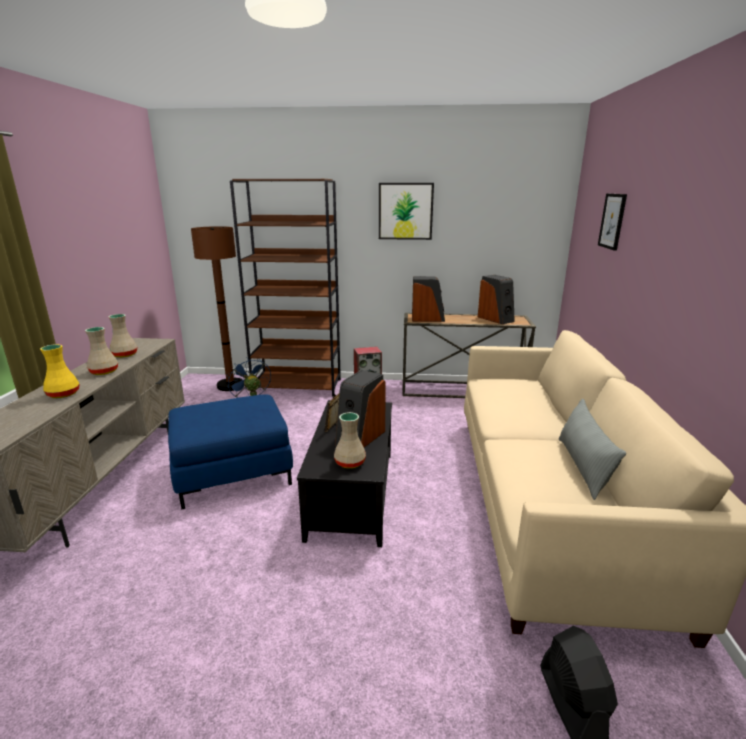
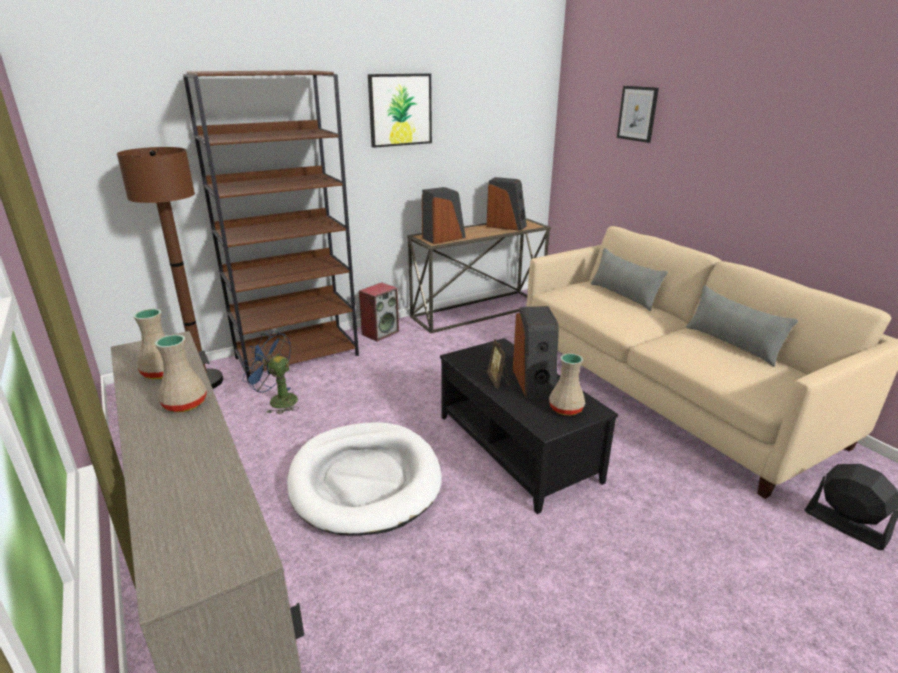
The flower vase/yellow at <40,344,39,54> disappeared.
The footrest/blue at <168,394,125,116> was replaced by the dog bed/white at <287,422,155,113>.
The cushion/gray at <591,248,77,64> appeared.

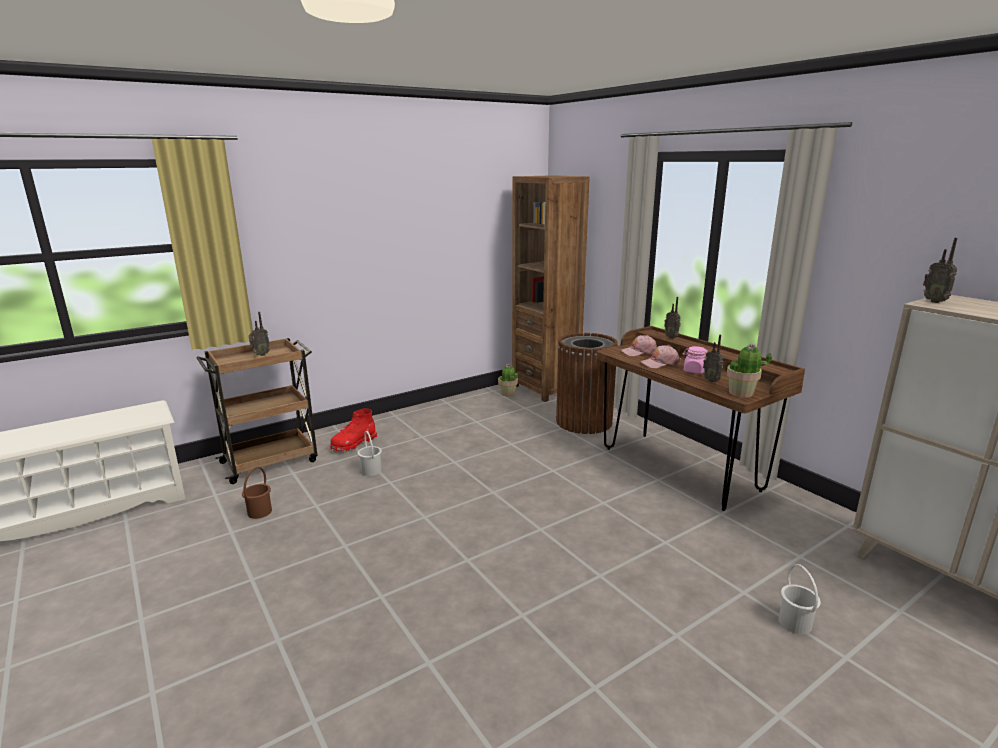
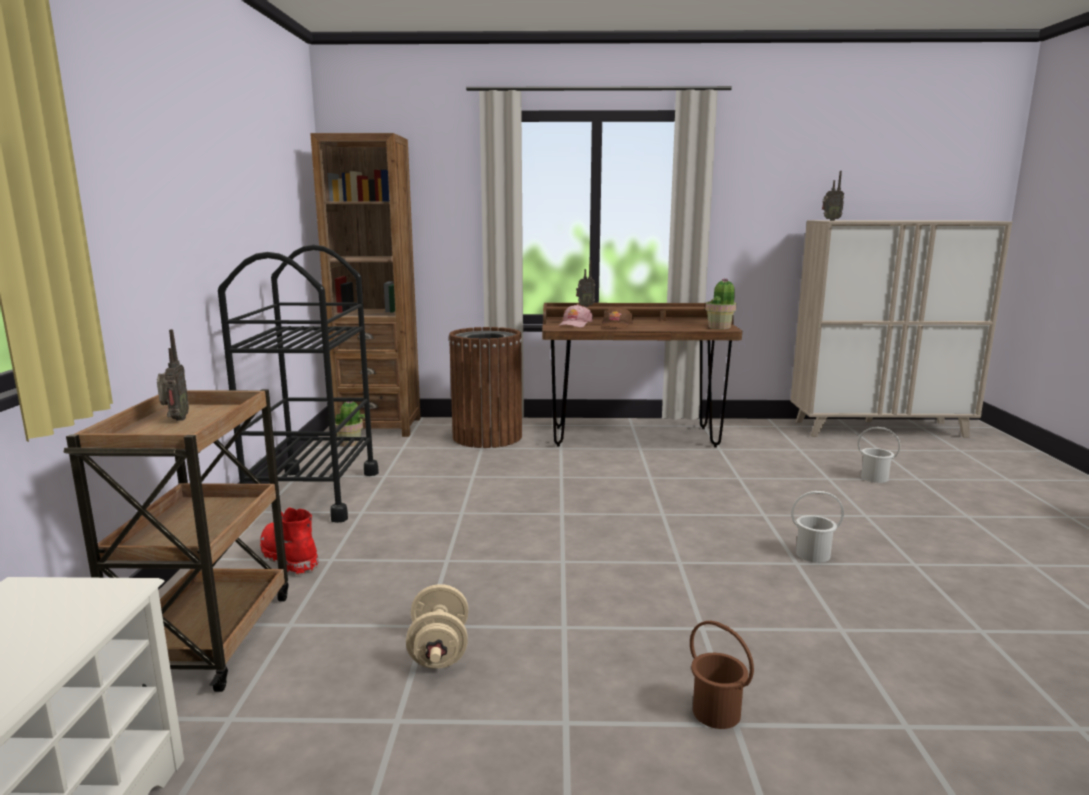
The radio receiver at <703,334,20,48> disappeared.
The cap/pink at <640,345,41,23> became the cap/brown at <600,306,33,23>.
The jar/pink at <683,346,25,28> disappeared.
The boot/red at <330,408,47,44> turned 150 degrees clockwise.
The water bucket/white moved from <357,431,25,45> to <791,491,53,72>.
The water bucket/brown moved from <242,467,30,52> to <690,621,64,108>.
The cart/black-coloured at <218,245,161,278> appeared.
The dumbbell/beige-coloured at <406,584,62,85> appeared.

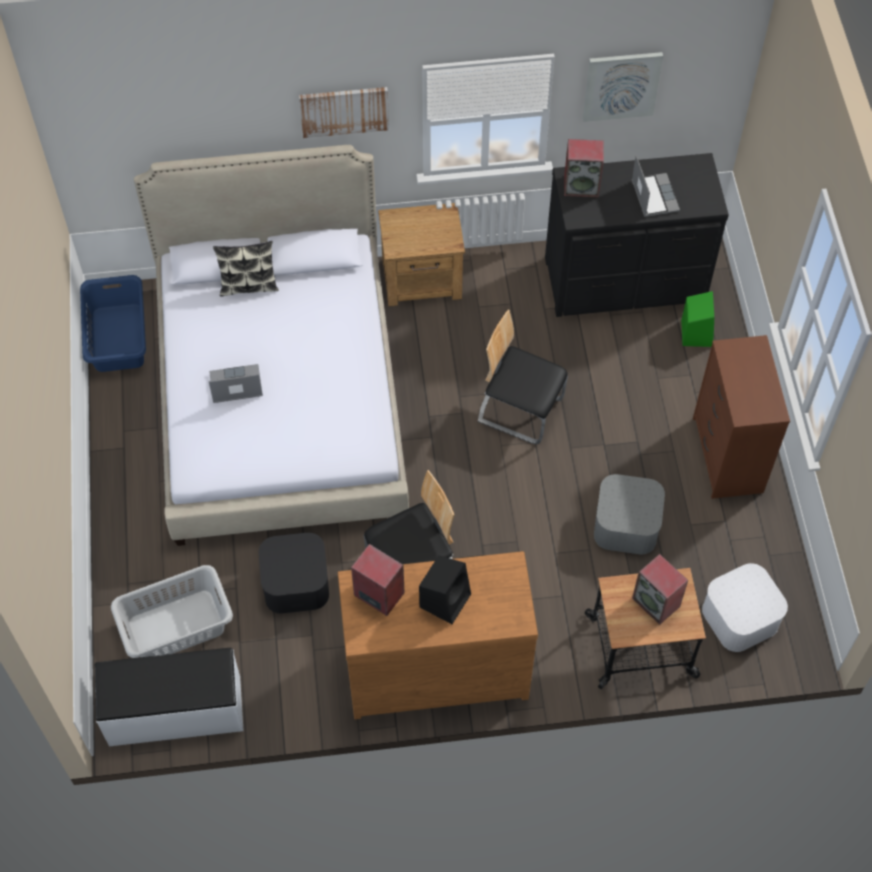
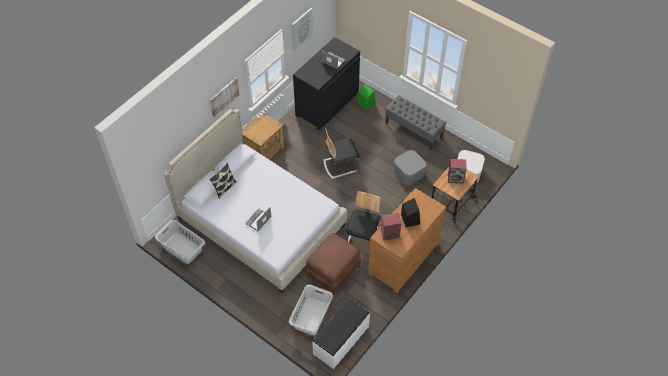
The loudspeaker at <564,139,40,59> disappeared.
The hamper/blue at <80,275,66,97> became the hamper/gray at <155,220,50,44>.
The chest of drawers/brown at <693,335,97,164> was replaced by the indoor bench/gray at <385,95,61,56>.
The storage container/black-coloured at <259,533,70,80> was replaced by the footrest/brown at <306,233,55,63>.

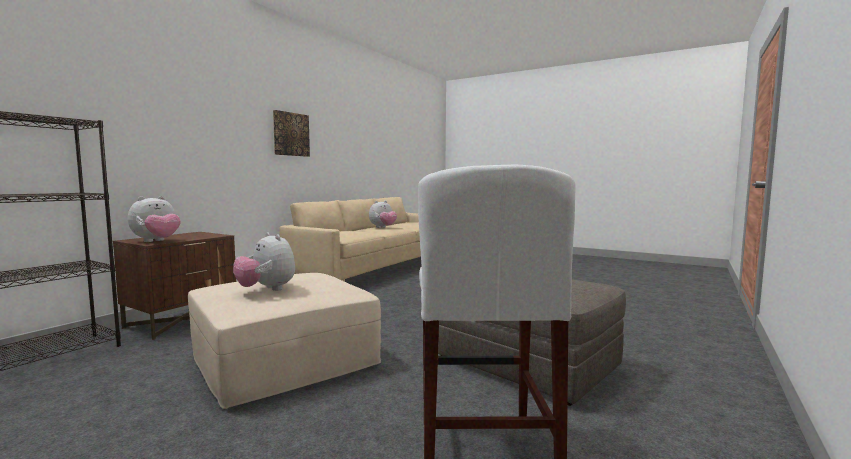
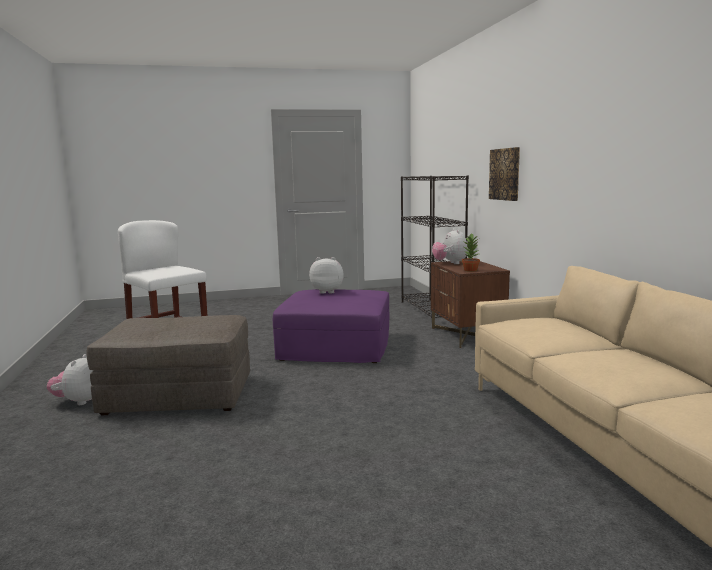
The wall picture moved from <273,110,37,47> to <489,147,31,54>.
The cuddly toy moved from <369,200,28,28> to <47,354,47,51>.
The footrest/beige-coloured at <188,273,193,136> became the footrest/purple at <273,289,116,74>.
The potted plant at <462,234,18,38> appeared.

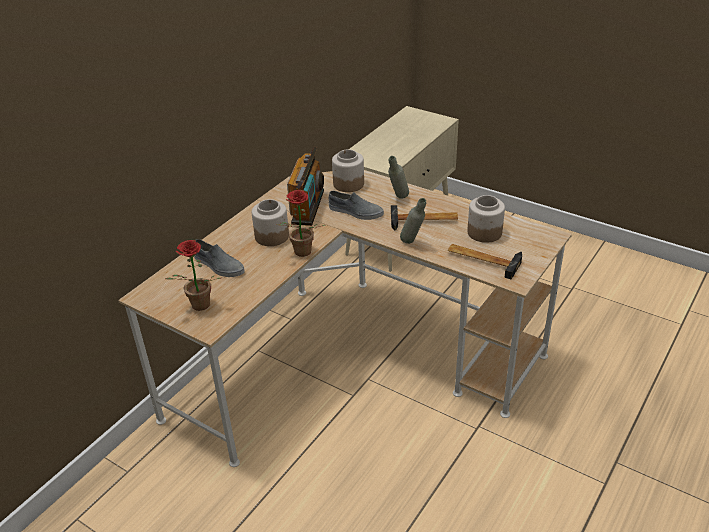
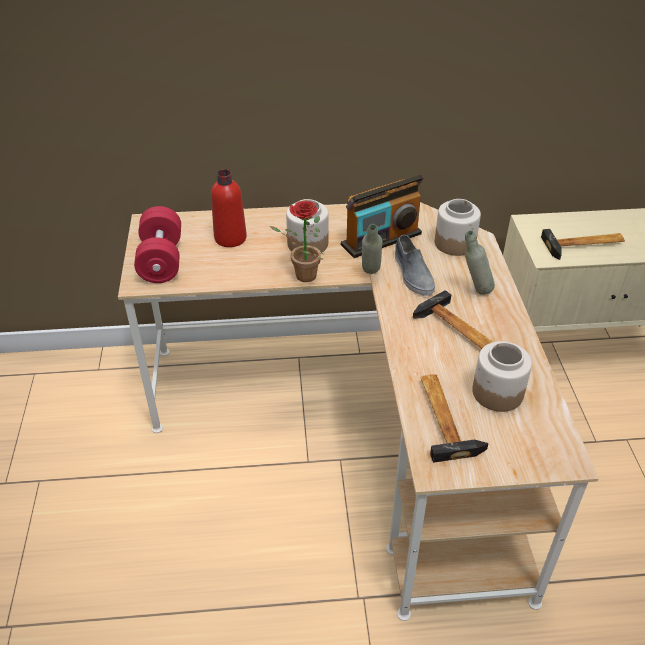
The drink bottle/gray moved from <400,198,26,46> to <362,224,20,50>.
The item of footwear/gray at <194,239,51,38> was replaced by the drink bottle/red at <211,169,36,78>.
The potted plant at <165,240,56,71> was replaced by the dumbbell/red at <134,206,47,77>.
The tool hammer at <541,229,84,31> appeared.

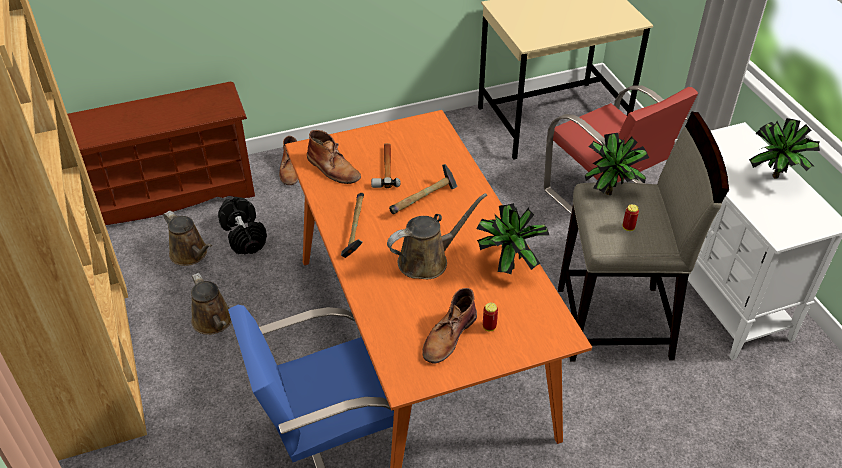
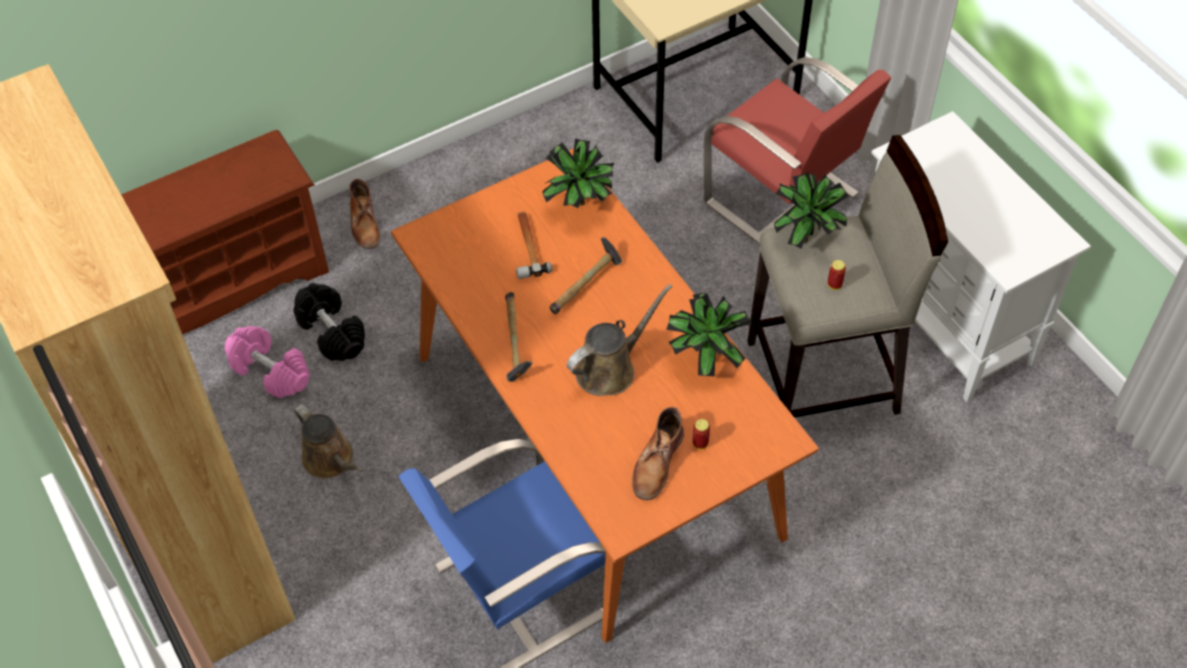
The potted plant moved from <749,118,71,61> to <542,138,72,70>.
The boot/brown at <307,130,54,54> disappeared.
The watering pot/brown at <163,211,49,55> was replaced by the dumbbell/pink at <225,326,84,72>.

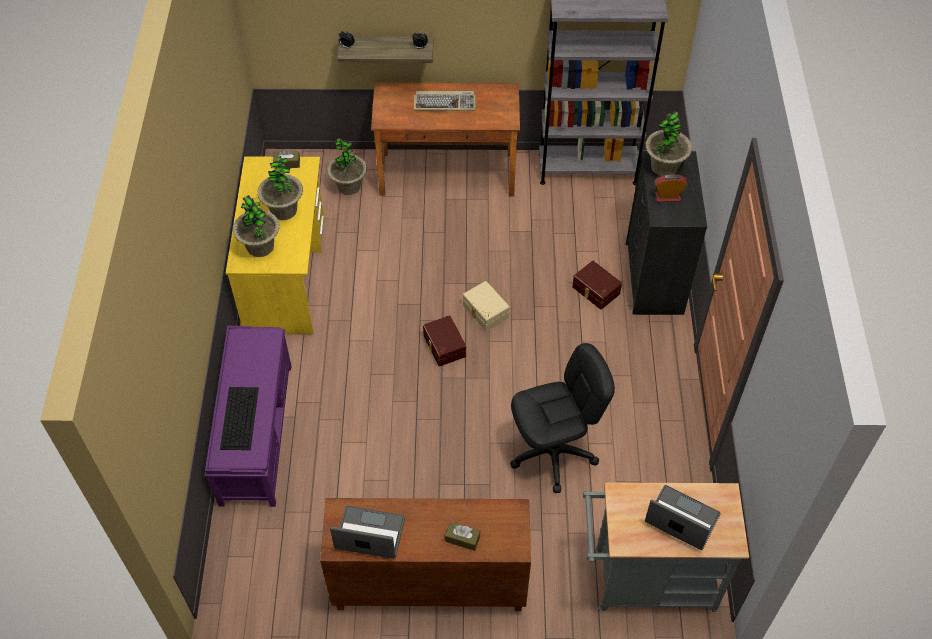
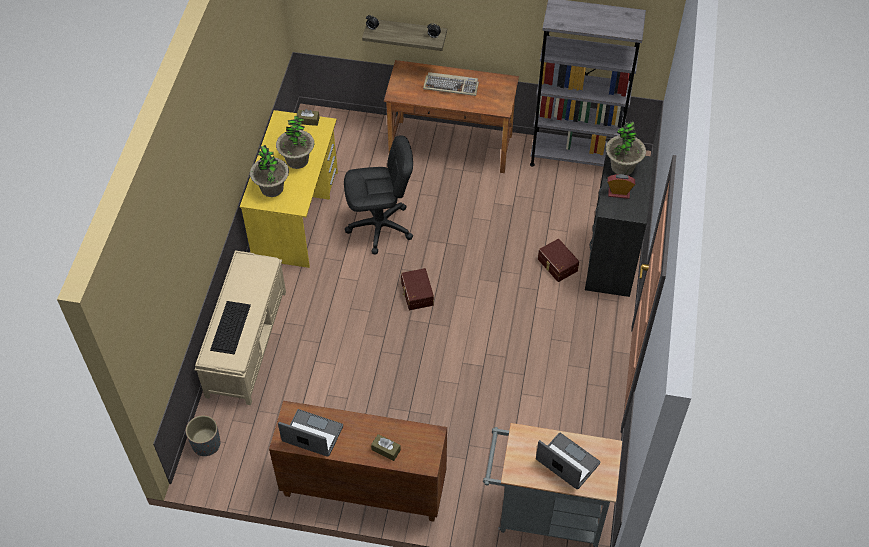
The potted plant at <327,138,40,57> disappeared.
The storage container/beige-coloured at <463,281,47,50> disappeared.
The indoor bench/purple at <205,326,86,181> became the indoor bench/beige-coloured at <195,250,91,155>.
The desk chair/black-coloured moved from <510,343,105,150> to <344,135,69,120>.
The plant pot/gray at <186,415,34,41> appeared.

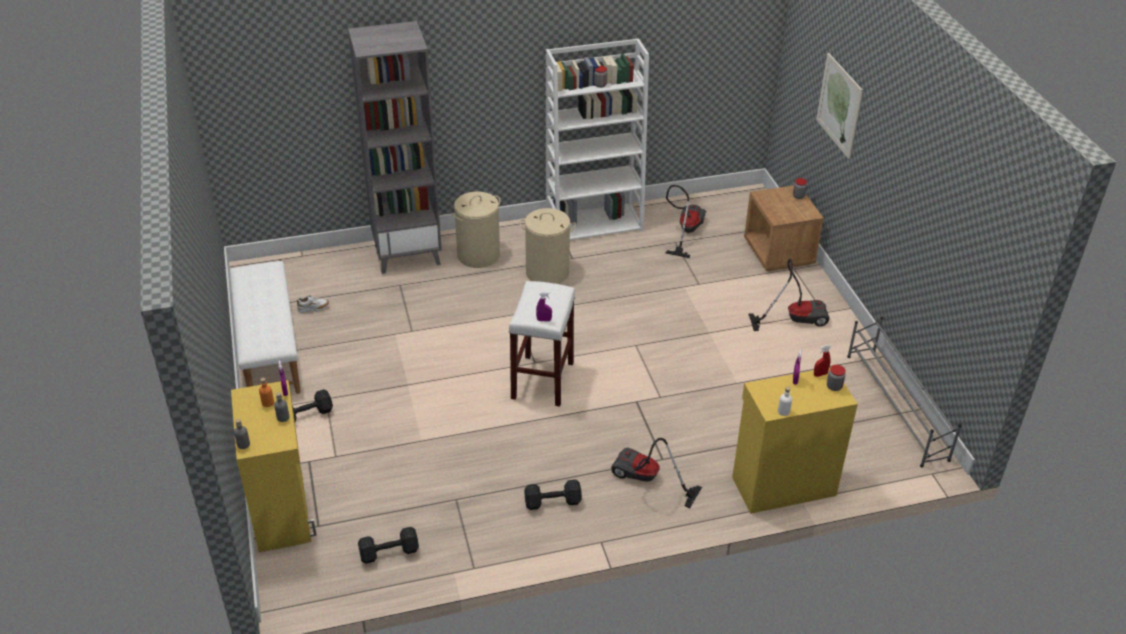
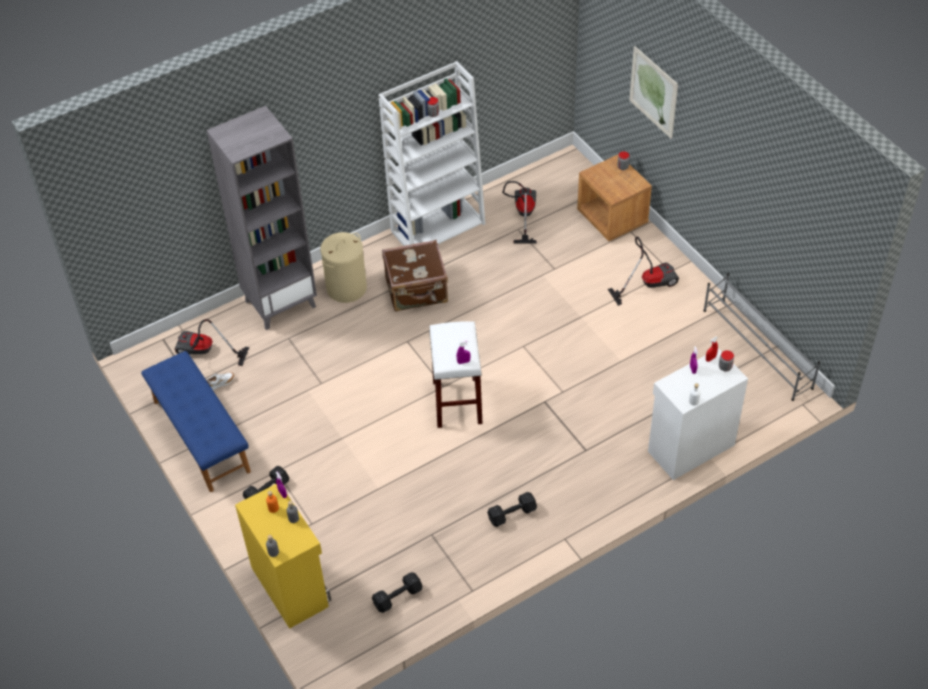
The hamper/beige-coloured at <520,208,56,76> was replaced by the suitcase/brown at <382,240,66,72>.
The indoor bench/white at <230,261,71,133> became the indoor bench/blue at <141,351,110,141>.
The cabinet/yellow at <732,367,126,147> became the cabinet/white at <648,348,100,132>.
The hoover moved from <611,438,91,70> to <175,319,74,47>.

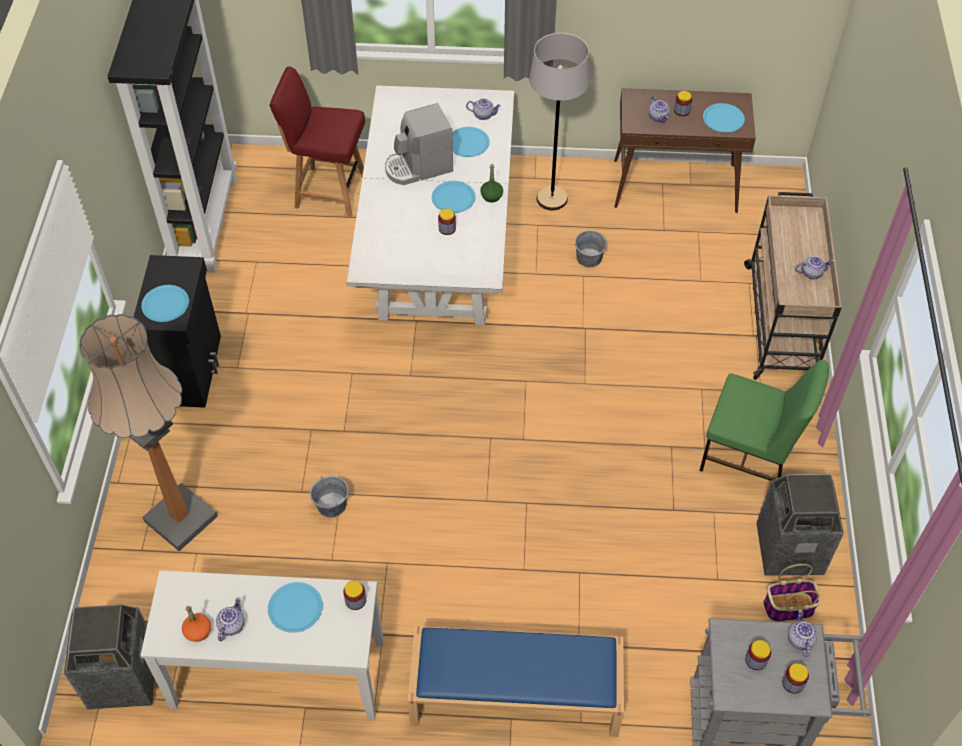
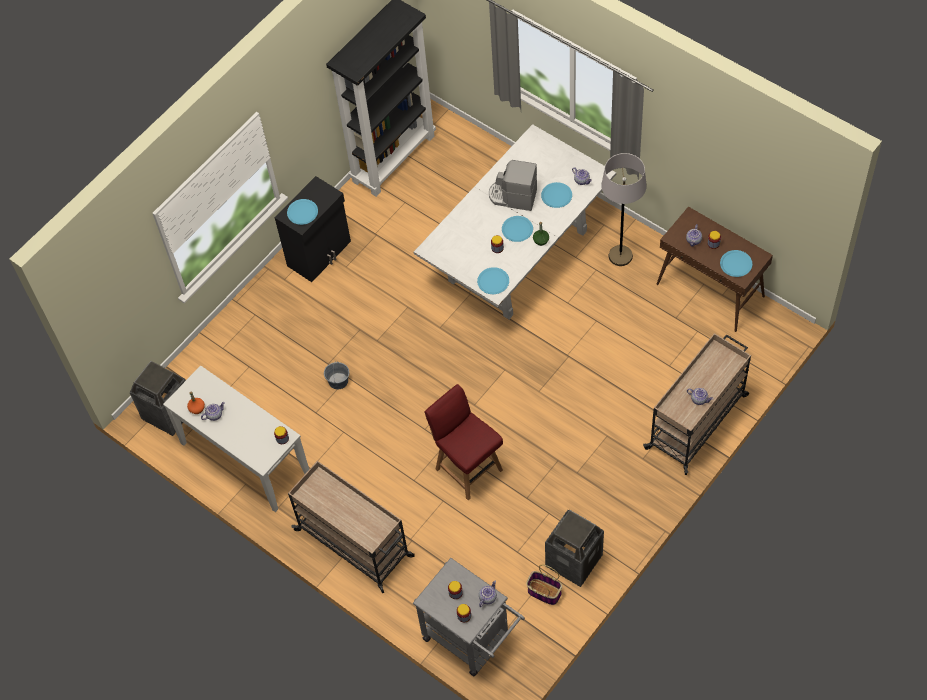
The chair/red moved from <270,67,95,150> to <425,384,78,116>.
The water bucket/gray at <575,230,32,37> disappeared.
The floor lamp at <79,314,139,237> disappeared.
The chair/greenish at <699,360,130,121> disappeared.
The plate/blue moved from <268,582,55,51> to <477,267,32,27>.
The indoor bench/blue at <407,626,217,111> was replaced by the cart/beige-coloured at <288,461,127,132>.

